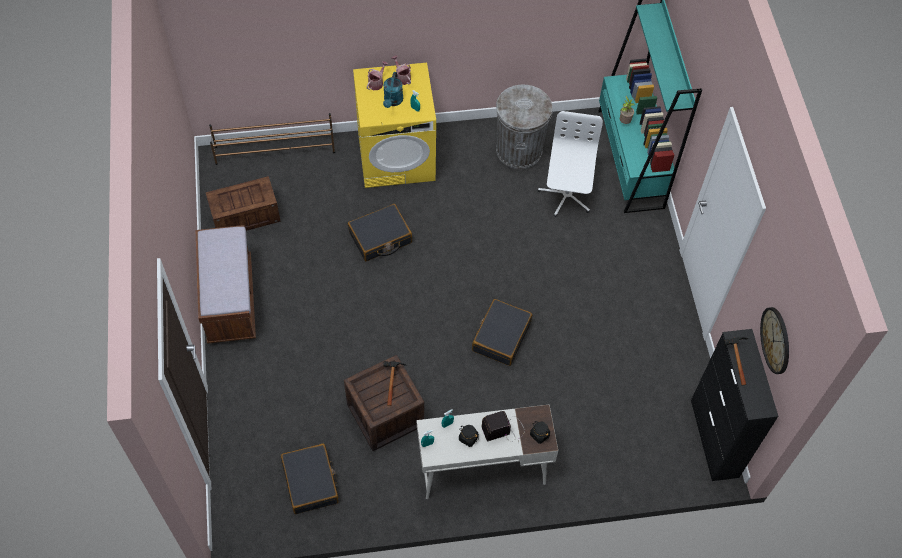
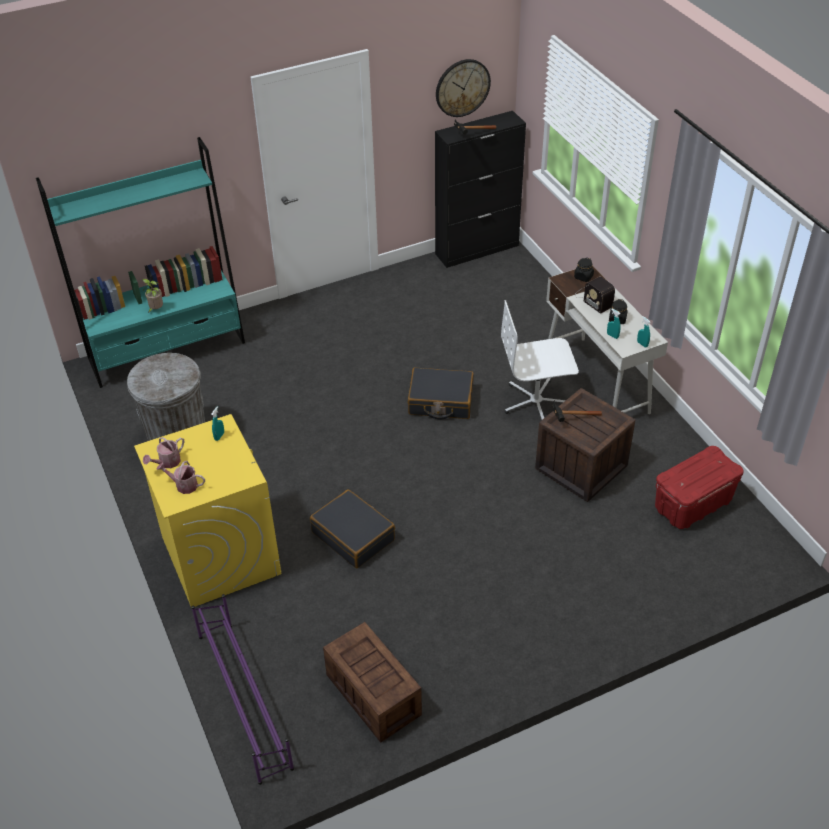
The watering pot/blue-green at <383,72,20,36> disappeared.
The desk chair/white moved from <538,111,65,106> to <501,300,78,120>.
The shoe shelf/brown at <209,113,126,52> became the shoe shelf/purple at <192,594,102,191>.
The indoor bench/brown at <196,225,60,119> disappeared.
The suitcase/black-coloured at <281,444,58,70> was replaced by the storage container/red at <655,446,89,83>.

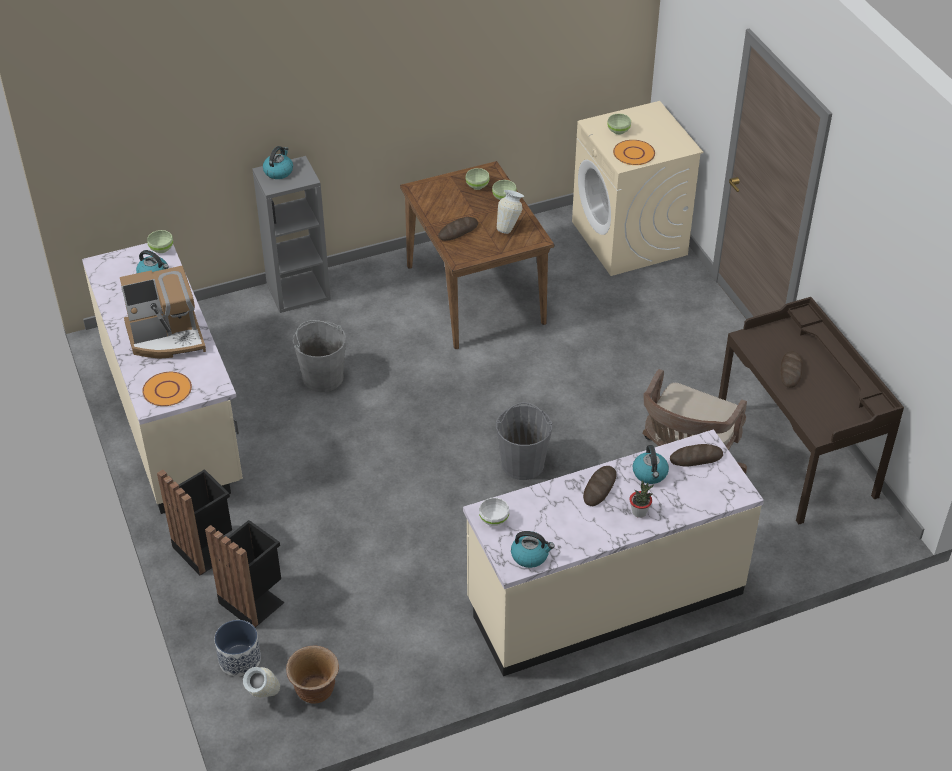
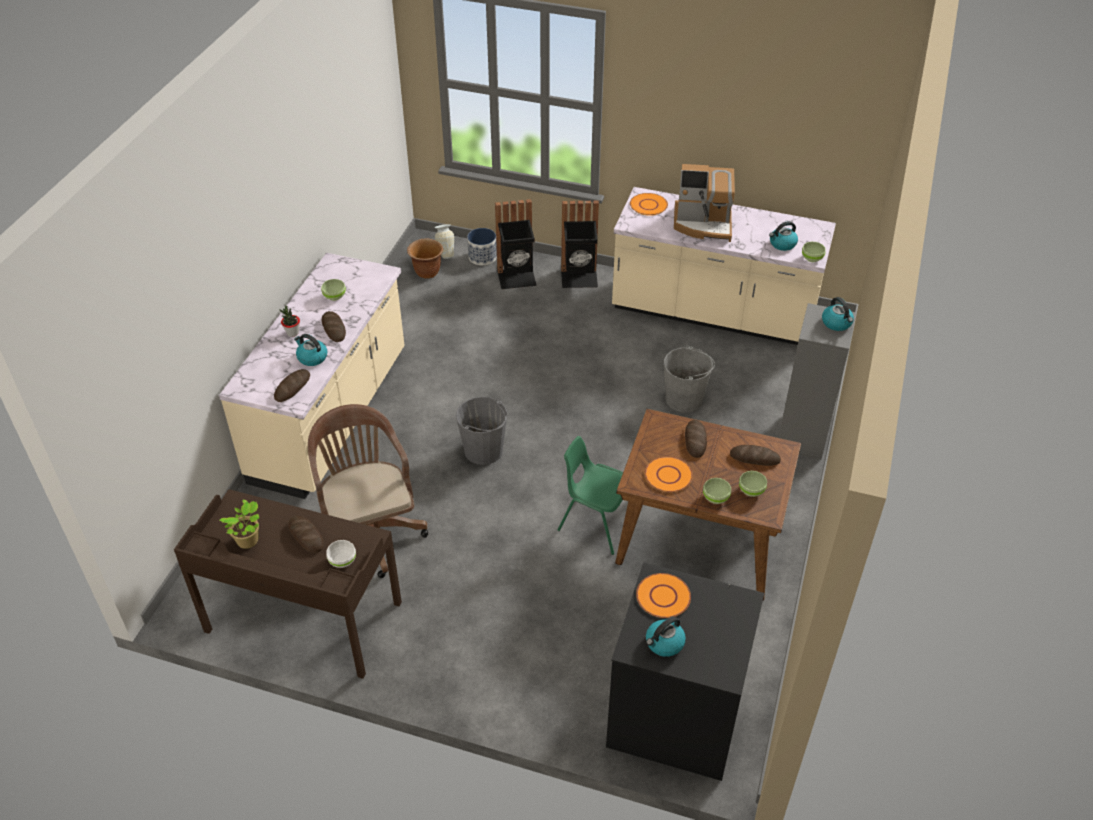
The washing machine/beige-coloured at <572,101,131,175> became the washing machine/black-coloured at <606,562,158,219>.
The bowl/greenish moved from <607,113,24,22> to <321,279,25,22>.
The flower vase at <497,190,27,44> was replaced by the plate/orangey at <645,456,48,36>.
The coffee machine at <120,266,86,93> turned 105 degrees counterclockwise.
The bowl/white moved from <479,498,30,28> to <326,540,30,28>.
The water kettle moved from <511,531,44,37> to <646,616,40,41>.
The chair/greenish at <557,436,66,119> appeared.
The bread at <730,445,51,21> appeared.
The potted plant at <220,500,39,49> appeared.

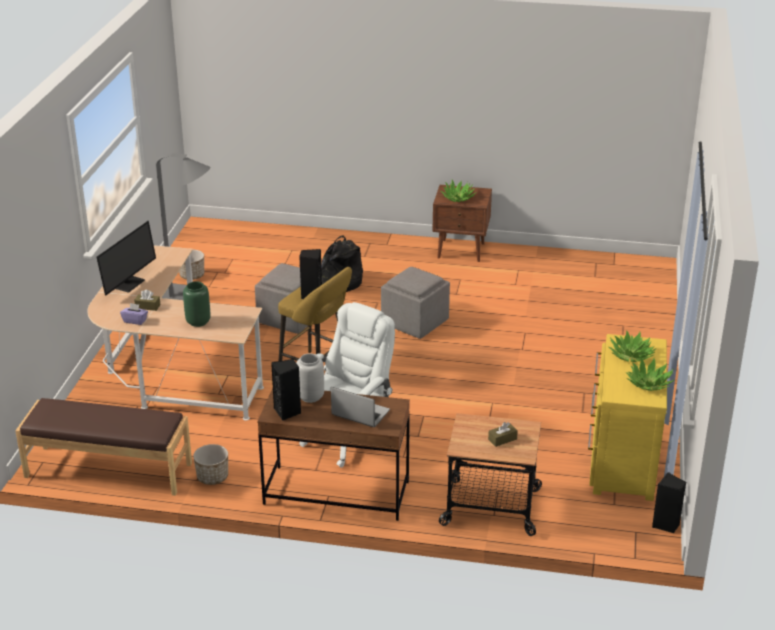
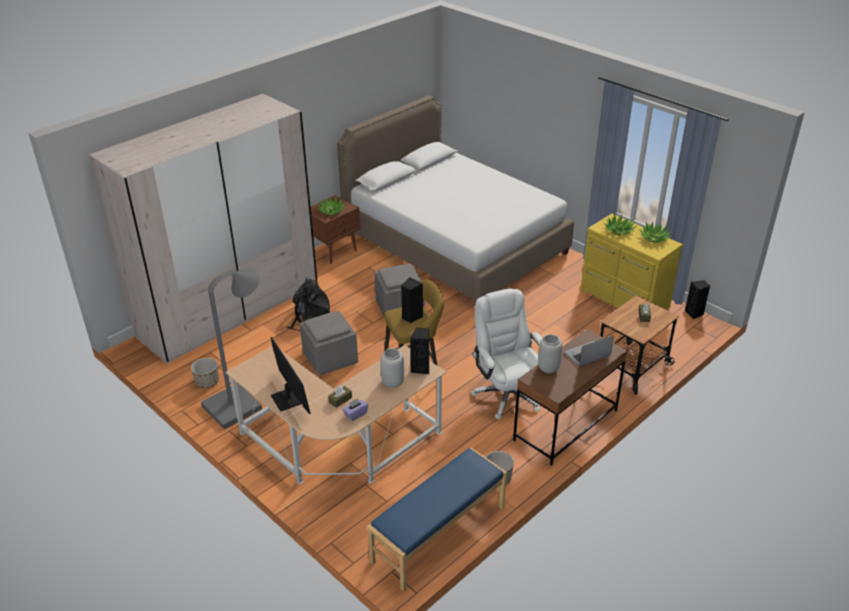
The flower vase/greenish at <183,281,27,46> became the flower vase/gray at <381,348,23,40>.
The loudspeaker/black-coloured moved from <271,359,30,62> to <410,327,19,47>.
The indoor bench/brown at <15,398,177,98> became the indoor bench/blue at <367,447,140,145>.
The armoire/beige-coloured at <89,94,228,271> appeared.
The bedroom bed/white at <337,95,237,208> appeared.

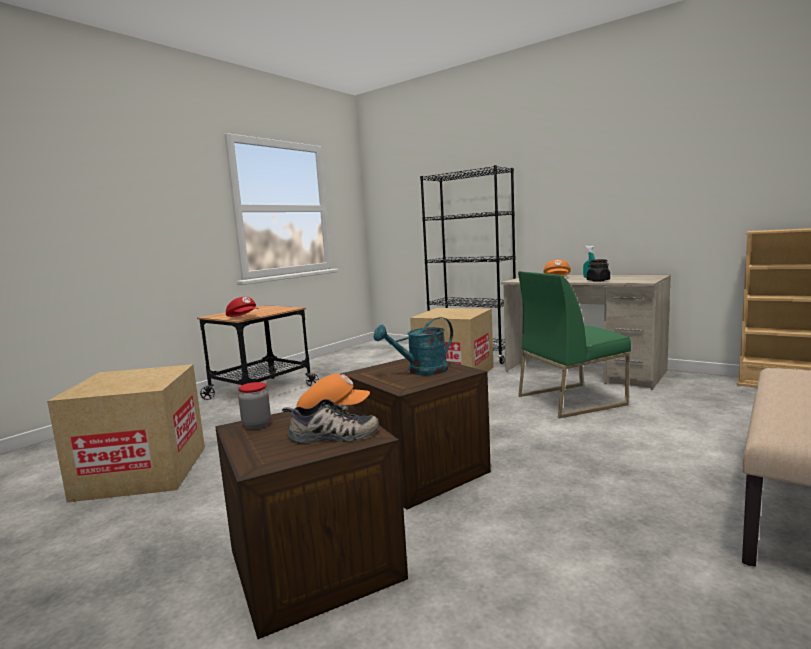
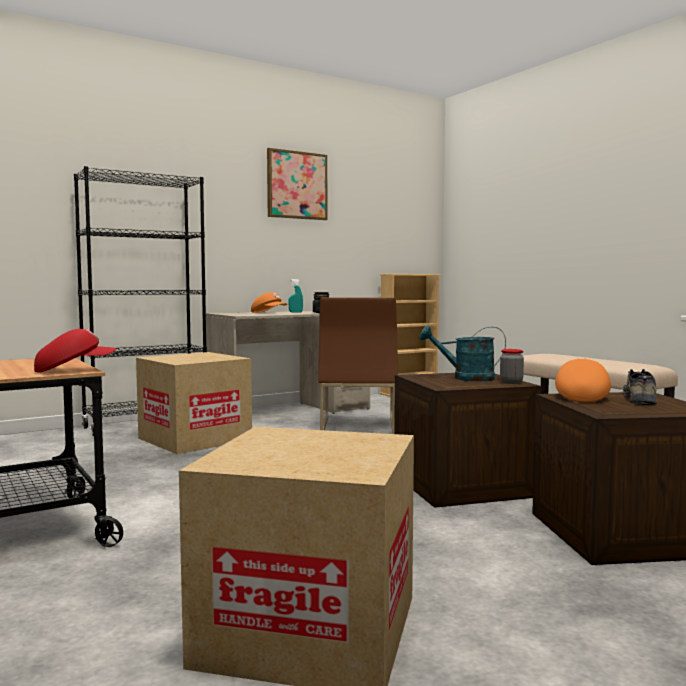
The chair/greenish at <518,271,113,147> became the chair/brown at <318,297,80,137>.
The watering pot/blue-green at <374,317,79,58> turned 105 degrees clockwise.
The jar moved from <238,382,33,47> to <500,349,24,35>.
The wall picture at <267,148,61,72> appeared.

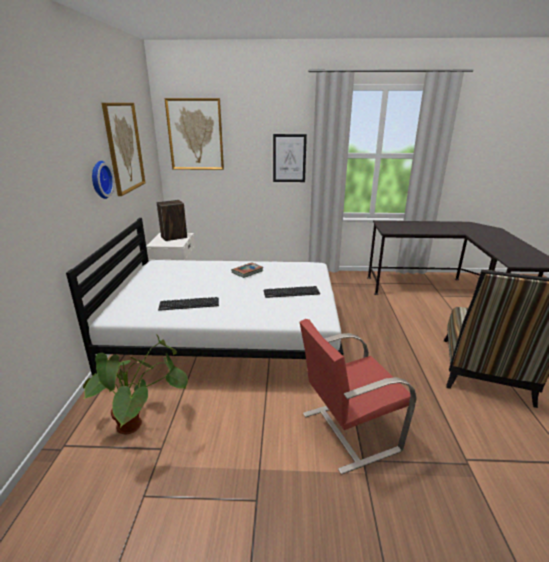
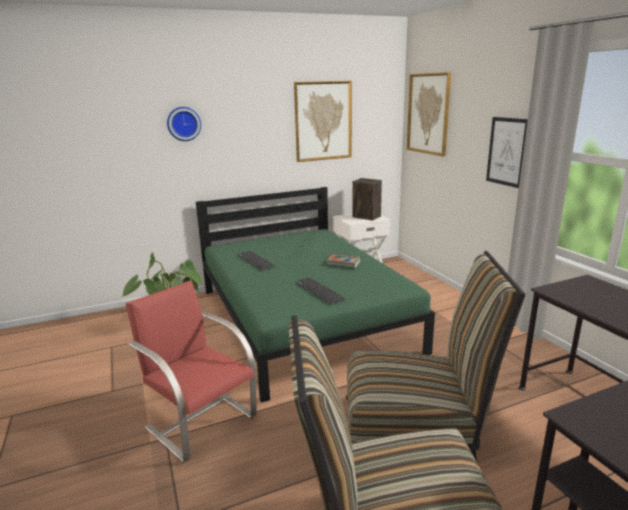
The wall clock moved from <92,161,22,38> to <167,107,34,34>.
The bedroom bed/white at <66,218,277,158> became the bedroom bed/greenish at <196,187,239,216>.
The chair at <346,251,180,212> appeared.

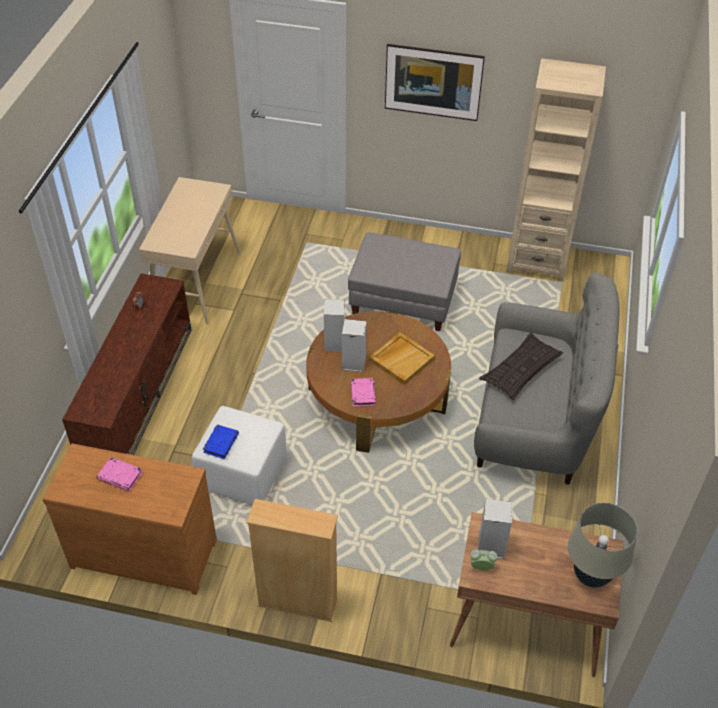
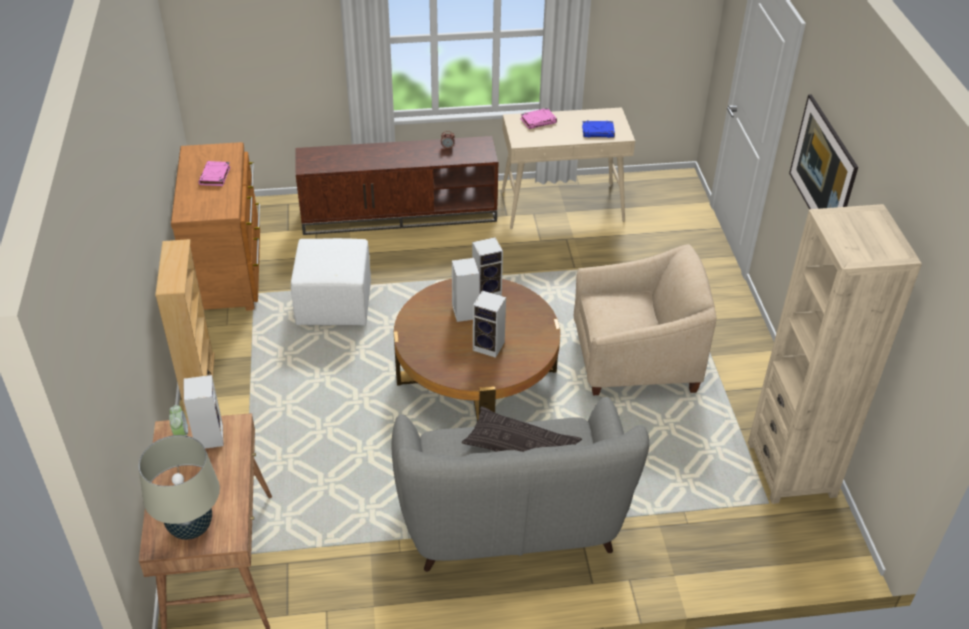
The footrest/gray at <348,233,113,98> was replaced by the armchair/beige-coloured at <574,244,143,152>.
The tray/beige-coloured at <369,332,66,53> was replaced by the loudspeaker at <473,290,33,68>.
The book/pink moved from <351,378,25,29> to <520,108,37,21>.
The book/blue moved from <203,425,36,34> to <582,121,33,17>.

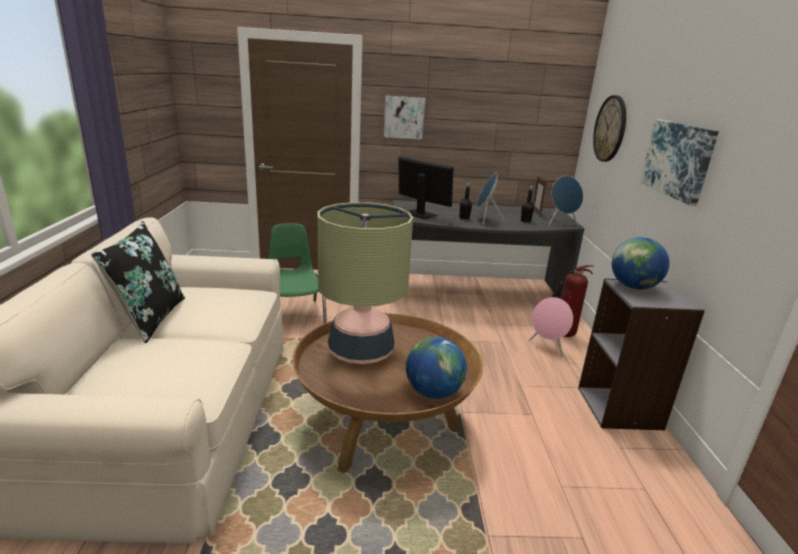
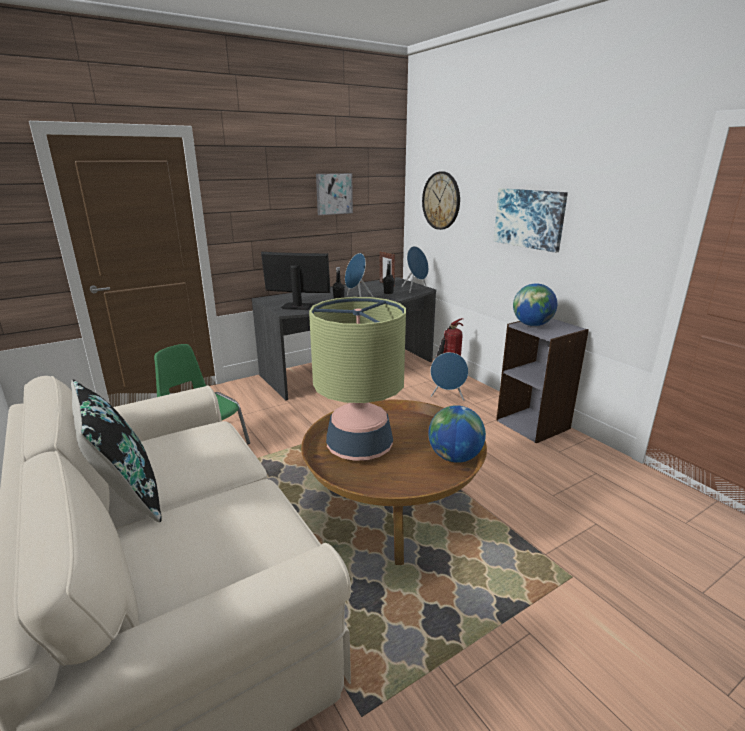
The wall picture moved from <383,95,43,45> to <316,173,37,42>.
The loudspeaker/pink at <529,297,44,59> became the loudspeaker/blue at <430,352,38,49>.

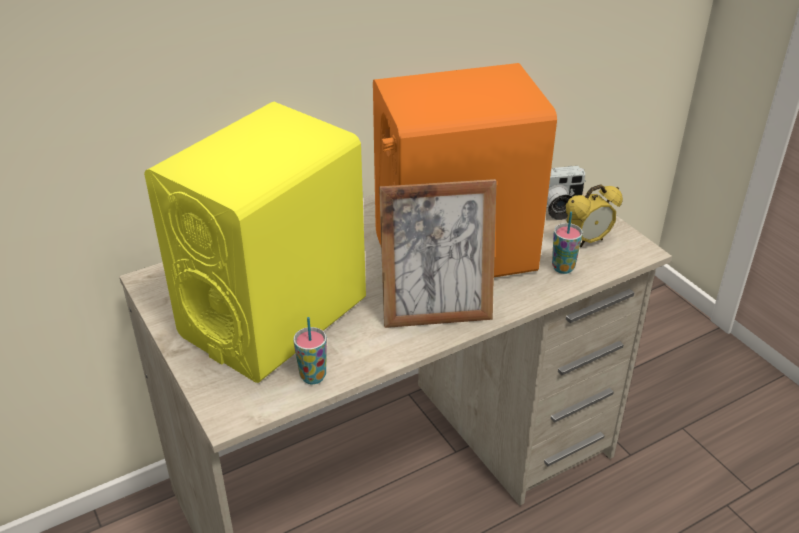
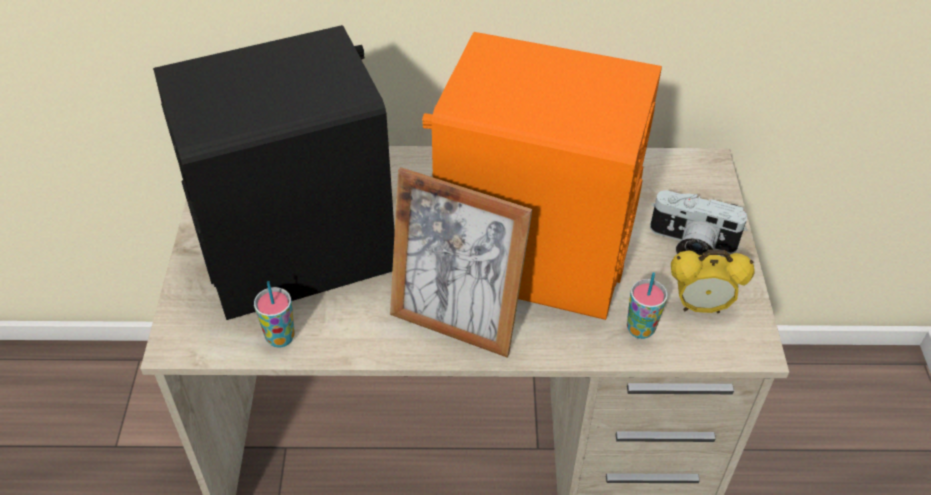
The loudspeaker/yellow at <144,102,222,281> became the loudspeaker/black-coloured at <153,25,242,295>.

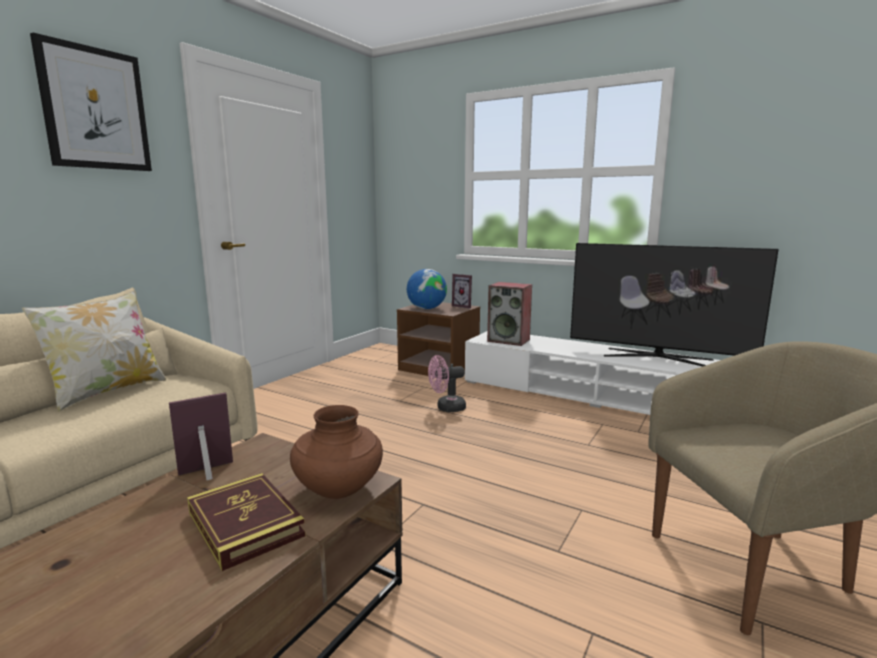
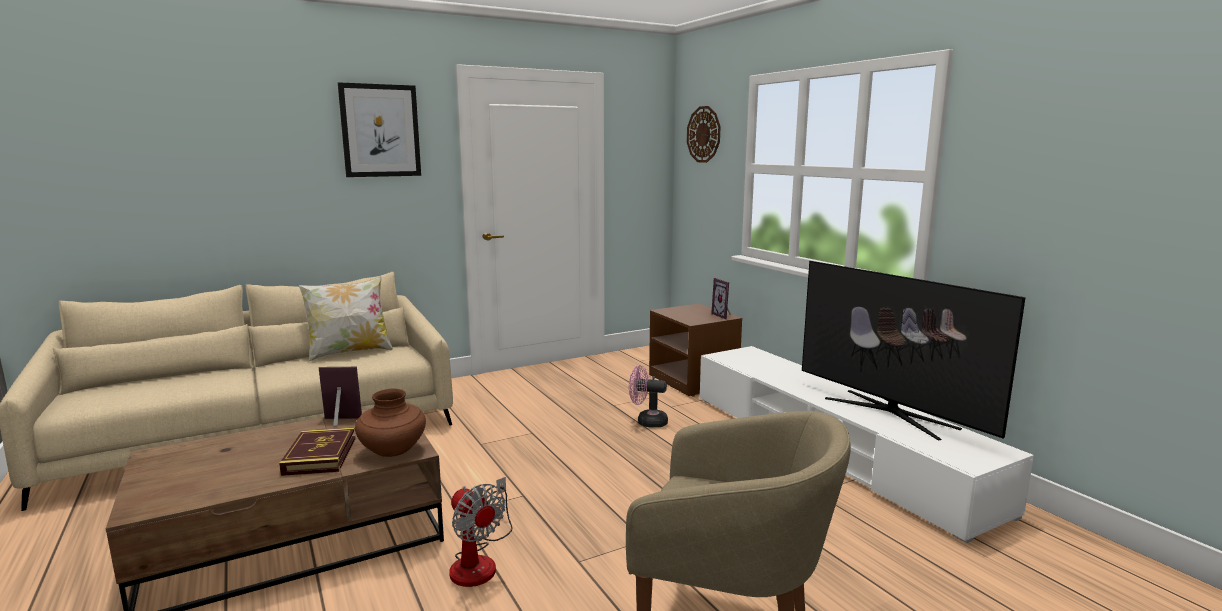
The desk globe at <407,269,40,40> disappeared.
The loudspeaker at <487,282,45,64> disappeared.
The wall clock at <687,106,34,57> appeared.
The cooling fan at <449,477,63,110> appeared.

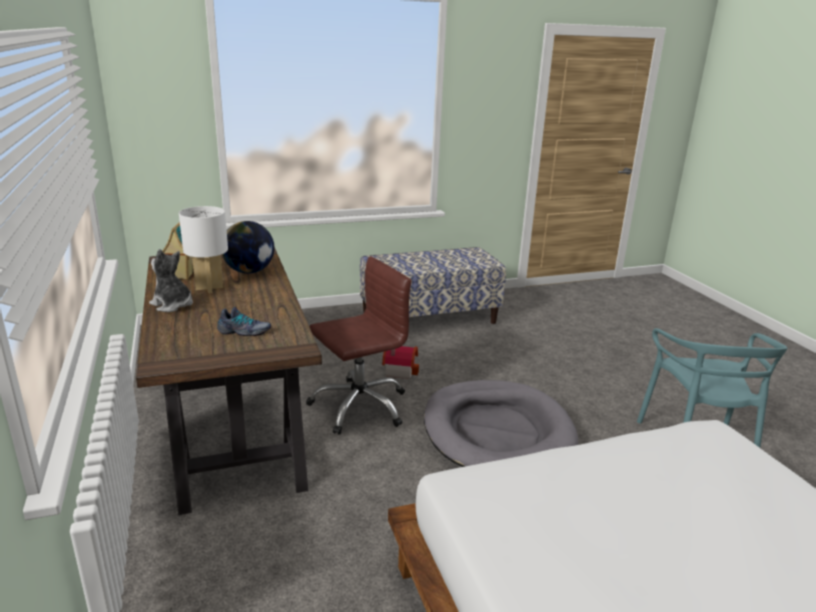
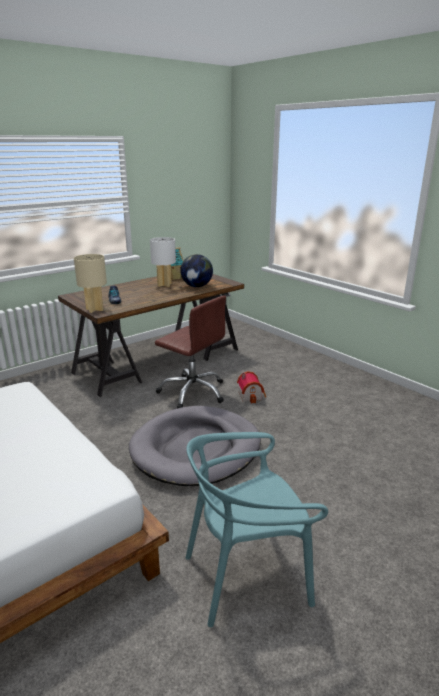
The indoor bench at <360,247,146,77> disappeared.
The cuddly toy at <149,249,44,63> disappeared.
The tabletop lamp/beige-coloured at <74,254,33,59> appeared.

